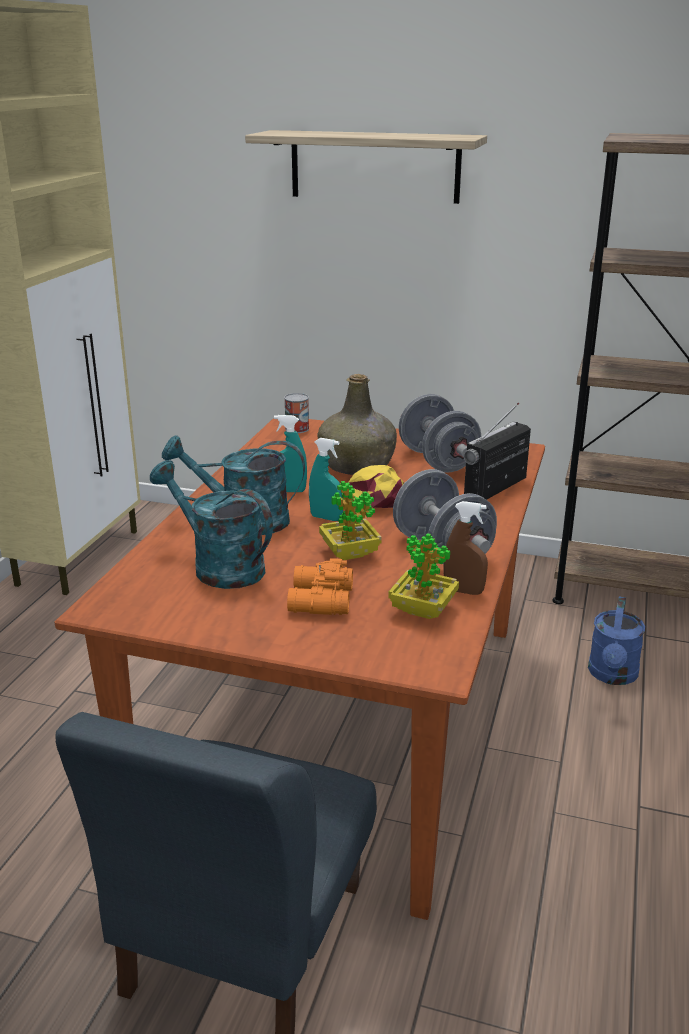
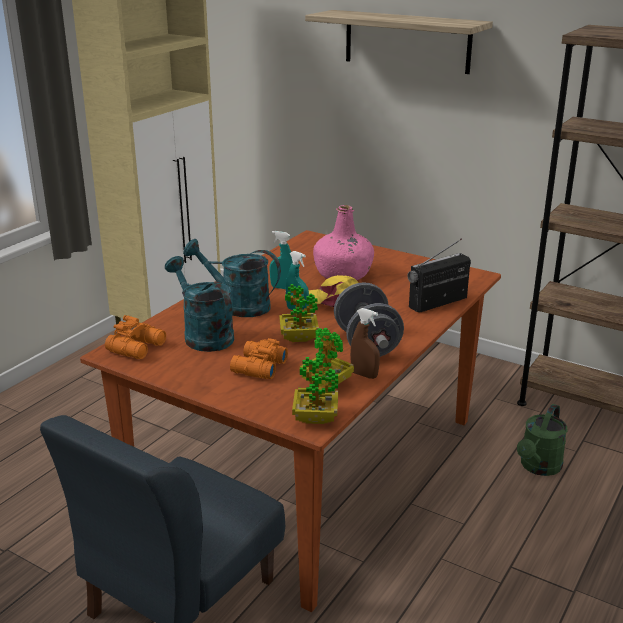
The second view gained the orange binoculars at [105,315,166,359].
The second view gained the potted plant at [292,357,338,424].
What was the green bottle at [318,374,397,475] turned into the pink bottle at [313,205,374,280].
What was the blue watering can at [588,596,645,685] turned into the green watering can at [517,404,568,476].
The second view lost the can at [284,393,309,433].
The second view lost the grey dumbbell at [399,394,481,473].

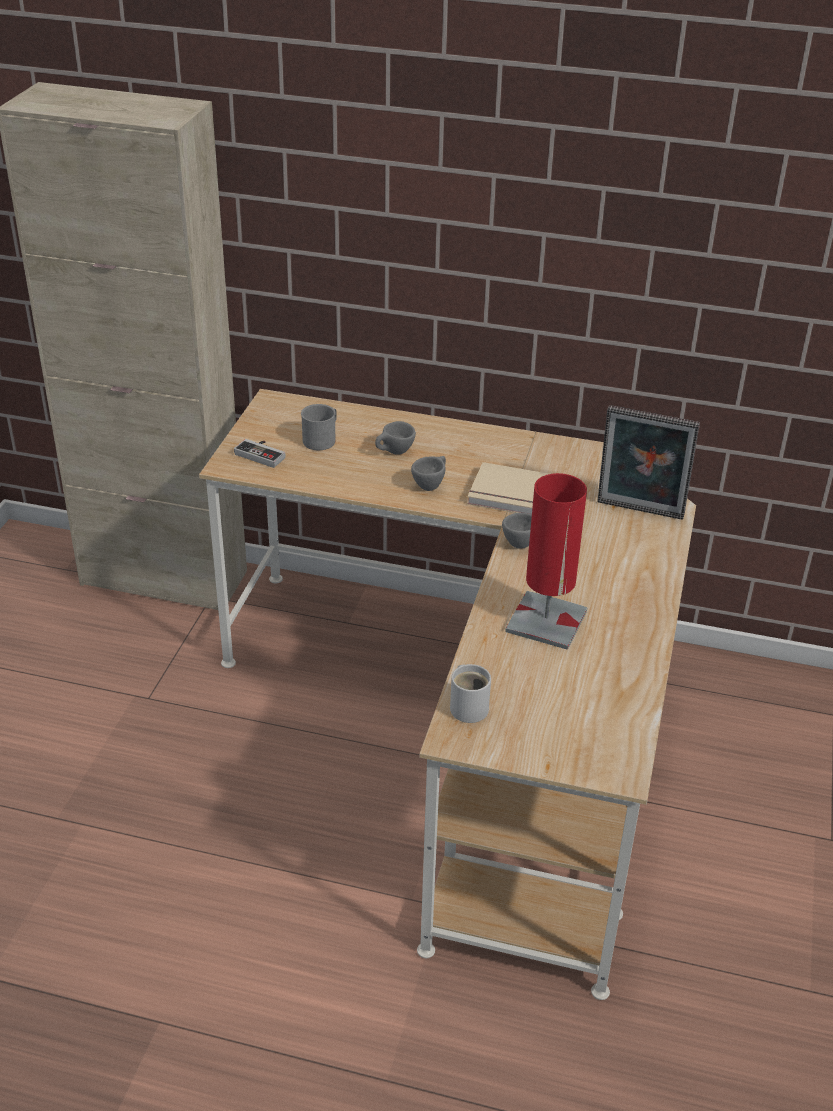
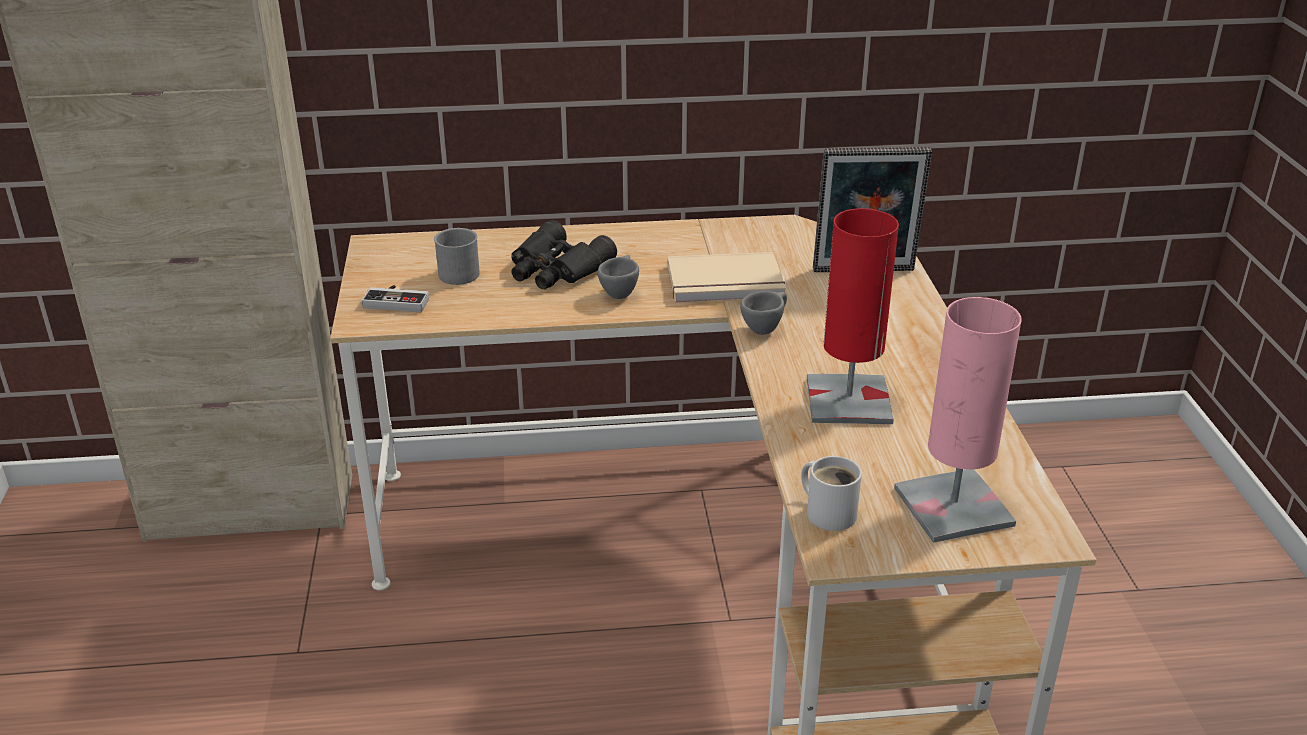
Where the grey cup stood at [375,421,416,455], the black binoculars came to stand at [511,220,617,289].
The second view gained the pink table lamp at [894,297,1022,543].

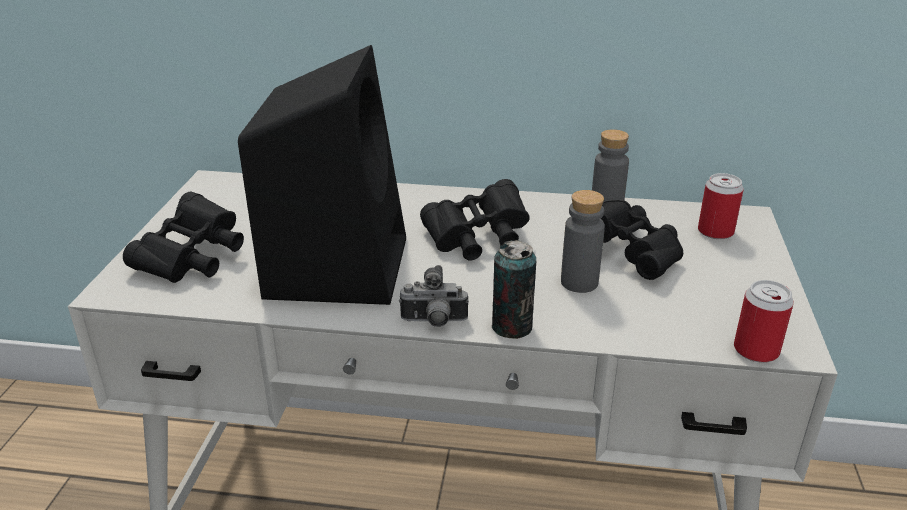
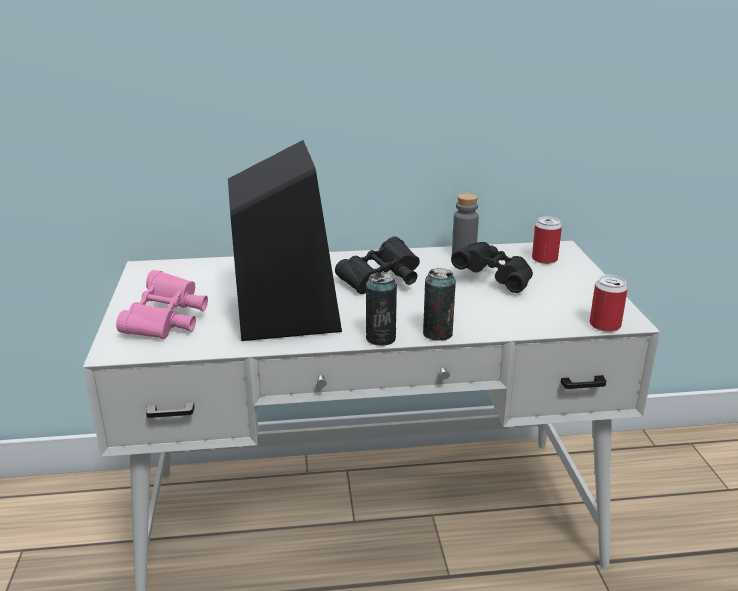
What was the black binoculars at [123,192,244,283] turned into the pink binoculars at [116,270,208,339].
Where the photo camera stood at [399,265,469,327], the can came to stand at [366,272,397,346].
The second view lost the grey bottle at [561,190,605,293].

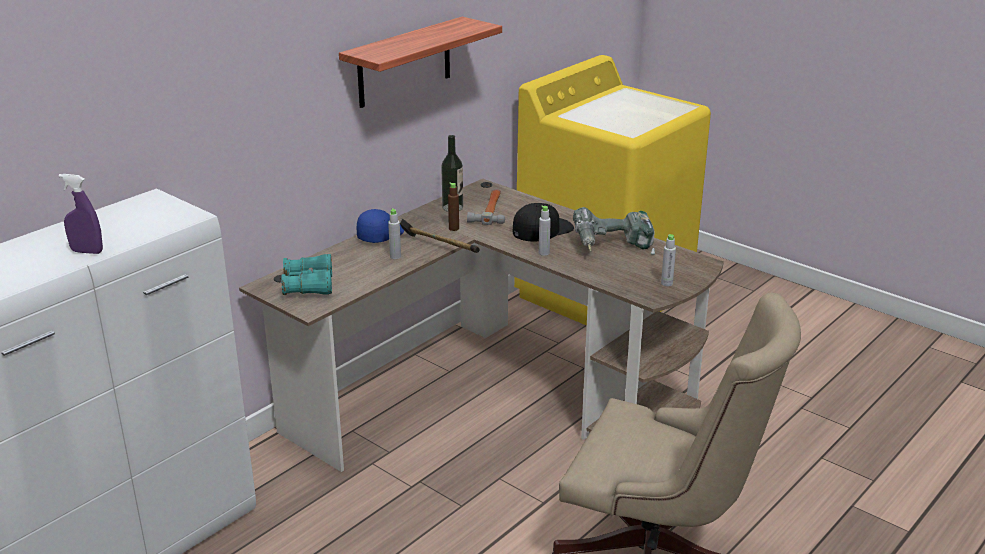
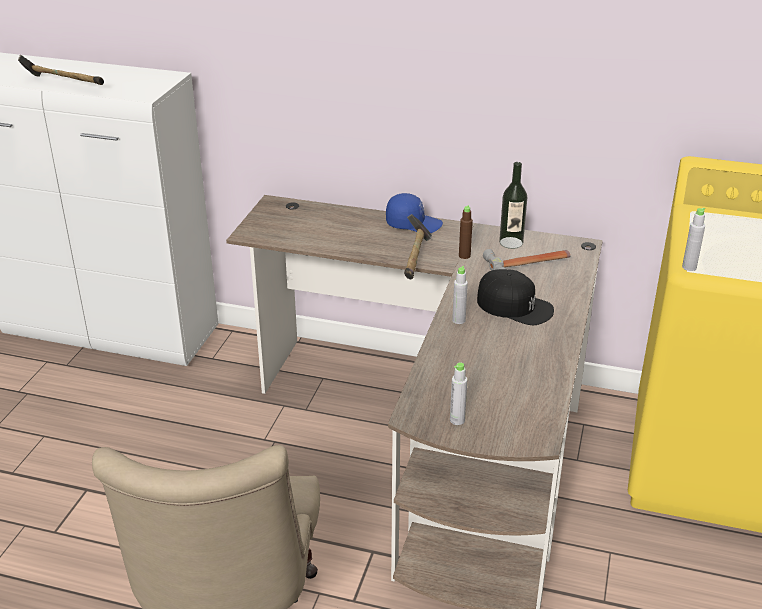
Where the purple spray bottle stood at [59,174,103,254], the hammer came to stand at [18,55,104,85].
The grey bottle ended up elsewhere, having gone from [388,208,401,259] to [682,208,705,271].
The second view lost the turquoise binoculars at [281,254,332,295].
The second view lost the shelf at [339,17,502,108].
The second view lost the power drill at [573,207,655,255].

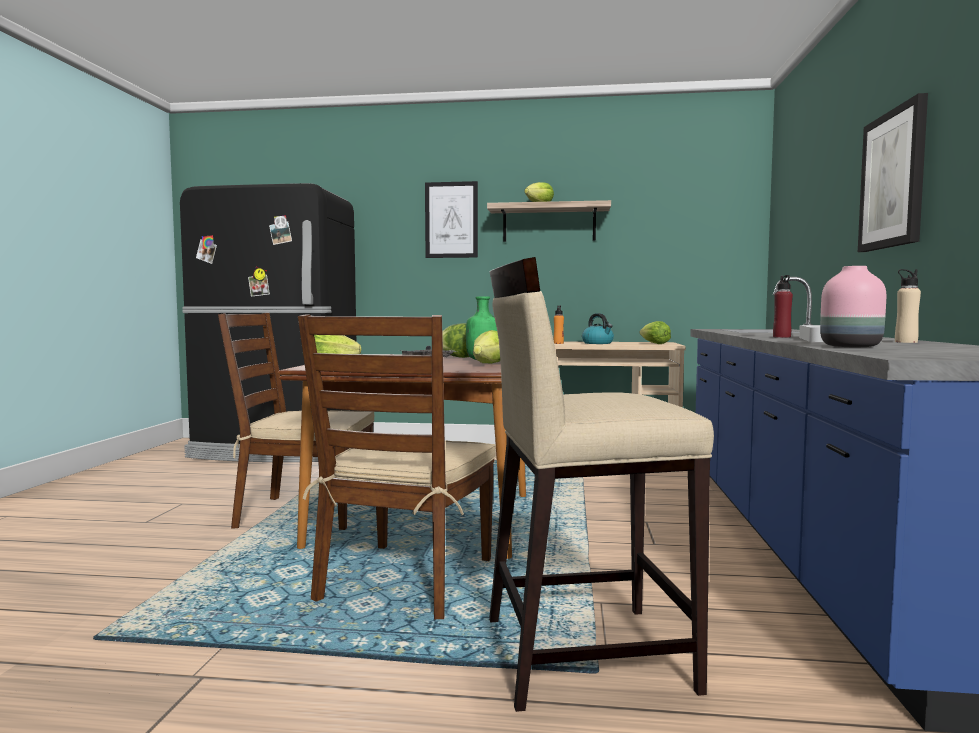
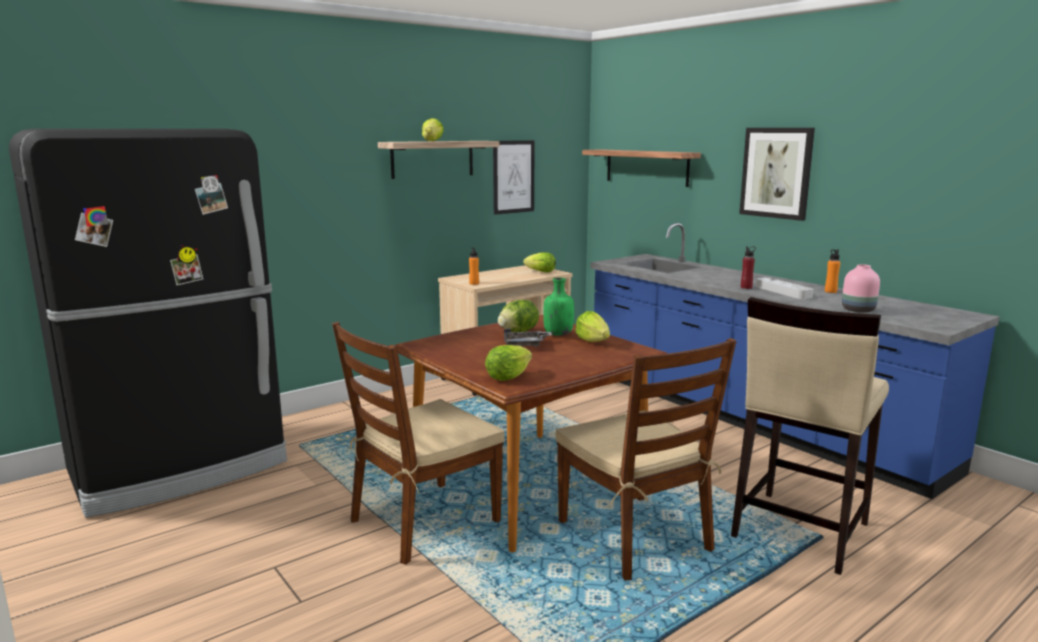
The picture ended up elsewhere, having gone from [425,181,478,258] to [493,140,535,215].
The second view gained the shelf at [582,149,701,187].
What was the beige bottle at [895,269,921,343] turned into the orange bottle at [825,249,840,293].
The second view lost the kettle at [582,313,614,344].

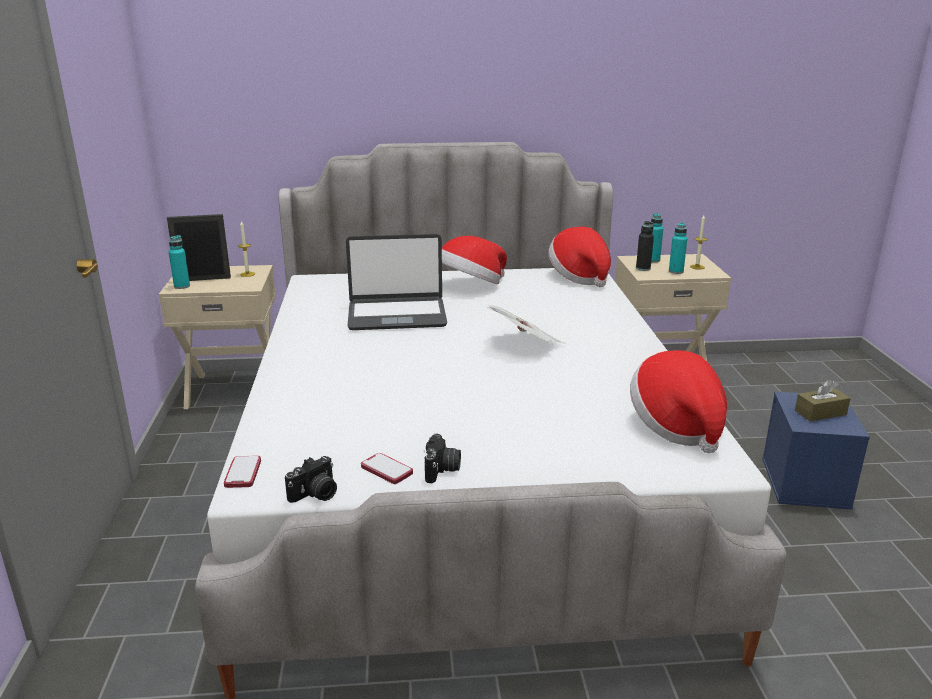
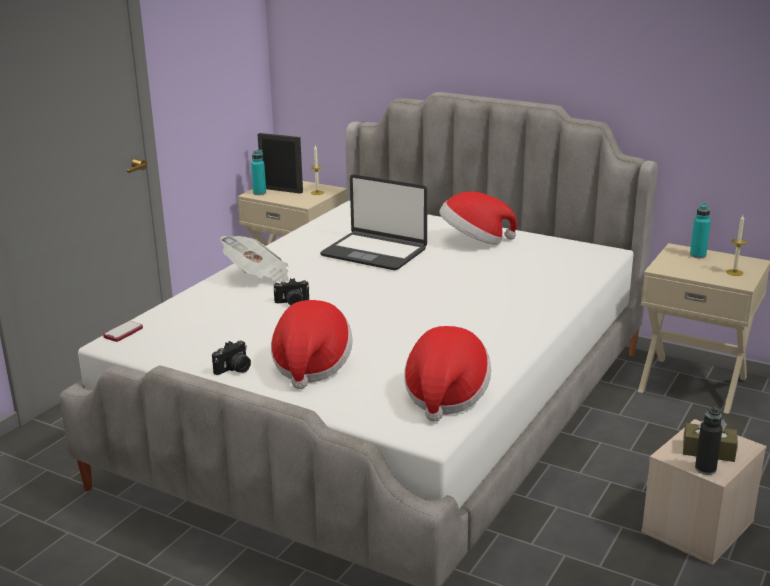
The newspaper ended up elsewhere, having gone from [486,306,567,344] to [220,236,289,283].
The hat ended up elsewhere, having gone from [548,227,611,287] to [271,300,353,389].
The photo camera ended up elsewhere, having gone from [285,456,337,503] to [274,278,309,306].
What was the blue storage box at [762,391,870,510] turned into the beige storage box at [641,419,766,565].
The black bottle ended up elsewhere, having gone from [636,221,654,271] to [695,407,722,475].
The second view lost the phone at [361,453,413,484].
The second view lost the turquoise bottle at [669,223,687,274].

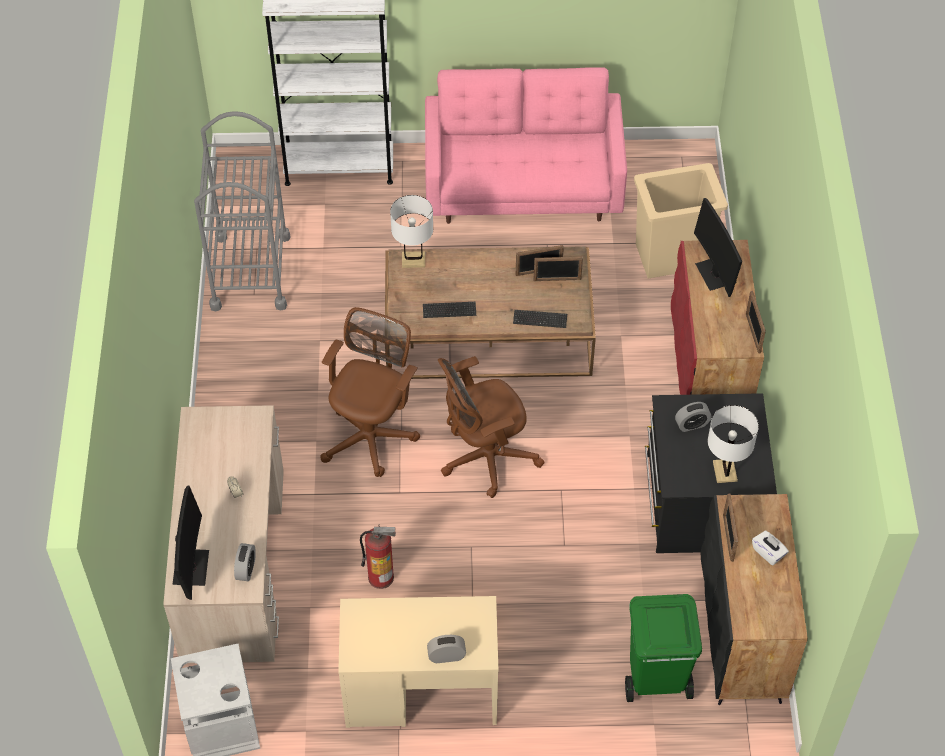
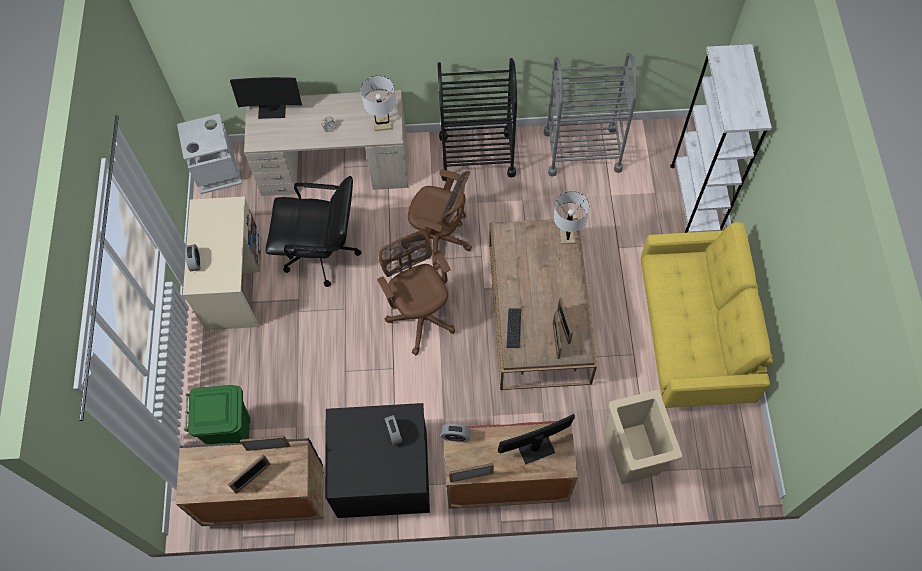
Where the white tissue box stood at [752,530,789,566], the picture frame came to stand at [228,454,270,493].
Where the fire extinguisher stood at [360,526,396,589], the black office chair came to stand at [266,176,362,287].
The white table lamp ended up elsewhere, having gone from [708,405,759,483] to [361,76,396,131].
The second view gained the black cart at [437,58,517,181].
The alarm clock ended up elsewhere, having gone from [234,543,256,581] to [441,424,471,442].
What was the pink sofa at [425,67,627,224] turned into the yellow sofa at [641,222,773,408].
The second view lost the keyboard at [423,302,476,318].

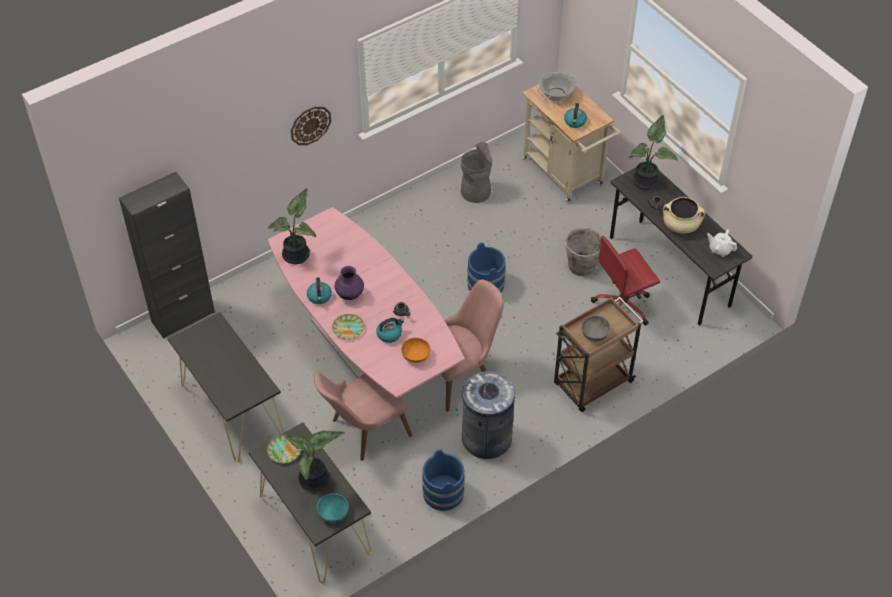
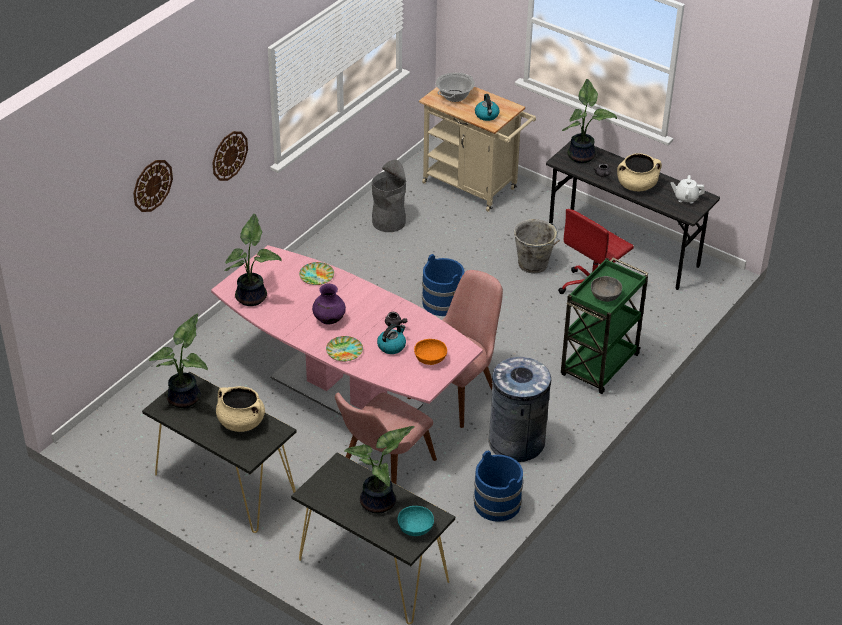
The second view gained the wall clock at [133,160,173,212].
The second view gained the potted plant at [149,313,208,408].
The second view gained the beige cooking pot at [216,386,265,432].
The plate ended up elsewhere, having gone from [267,434,301,463] to [299,262,334,285].
What was the brown cart at [554,296,644,412] turned into the green cart at [561,257,648,394].
The second view lost the black cabinet at [119,172,215,339].
The second view lost the kettle at [307,278,332,304].

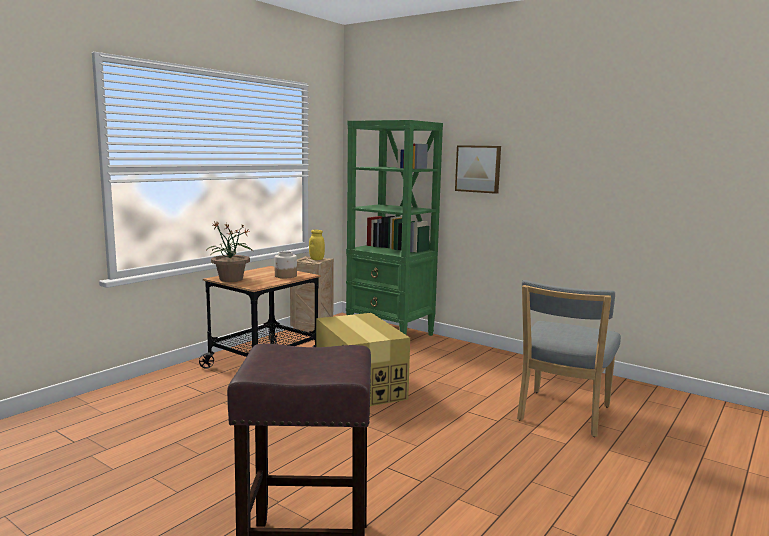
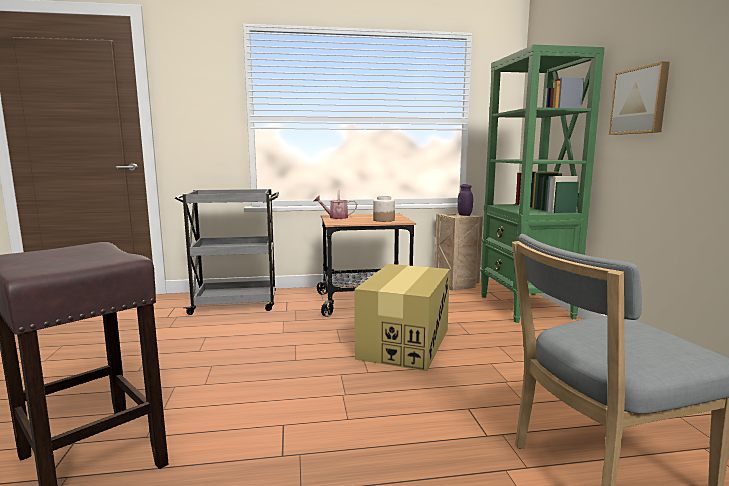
The second view gained the grey cart at [175,189,279,315].
Where the potted plant stood at [207,222,254,282], the watering can came to stand at [314,190,357,219].
What was the yellow jar at [309,230,325,260] turned into the purple jar at [457,184,473,216].

